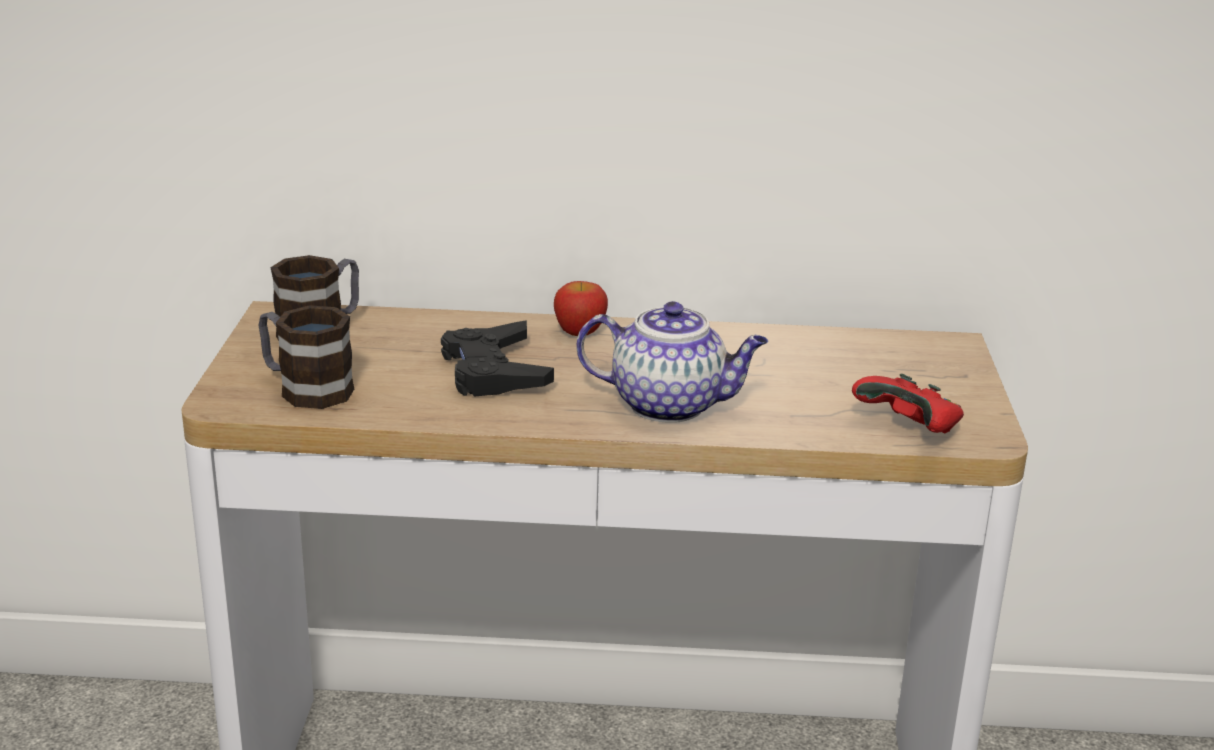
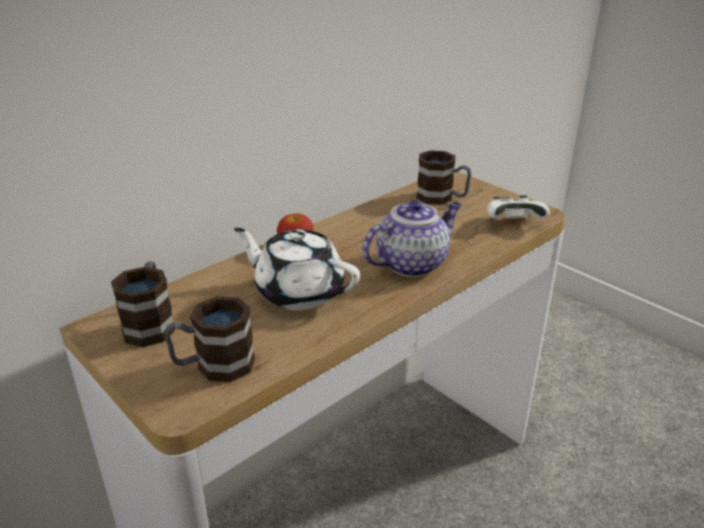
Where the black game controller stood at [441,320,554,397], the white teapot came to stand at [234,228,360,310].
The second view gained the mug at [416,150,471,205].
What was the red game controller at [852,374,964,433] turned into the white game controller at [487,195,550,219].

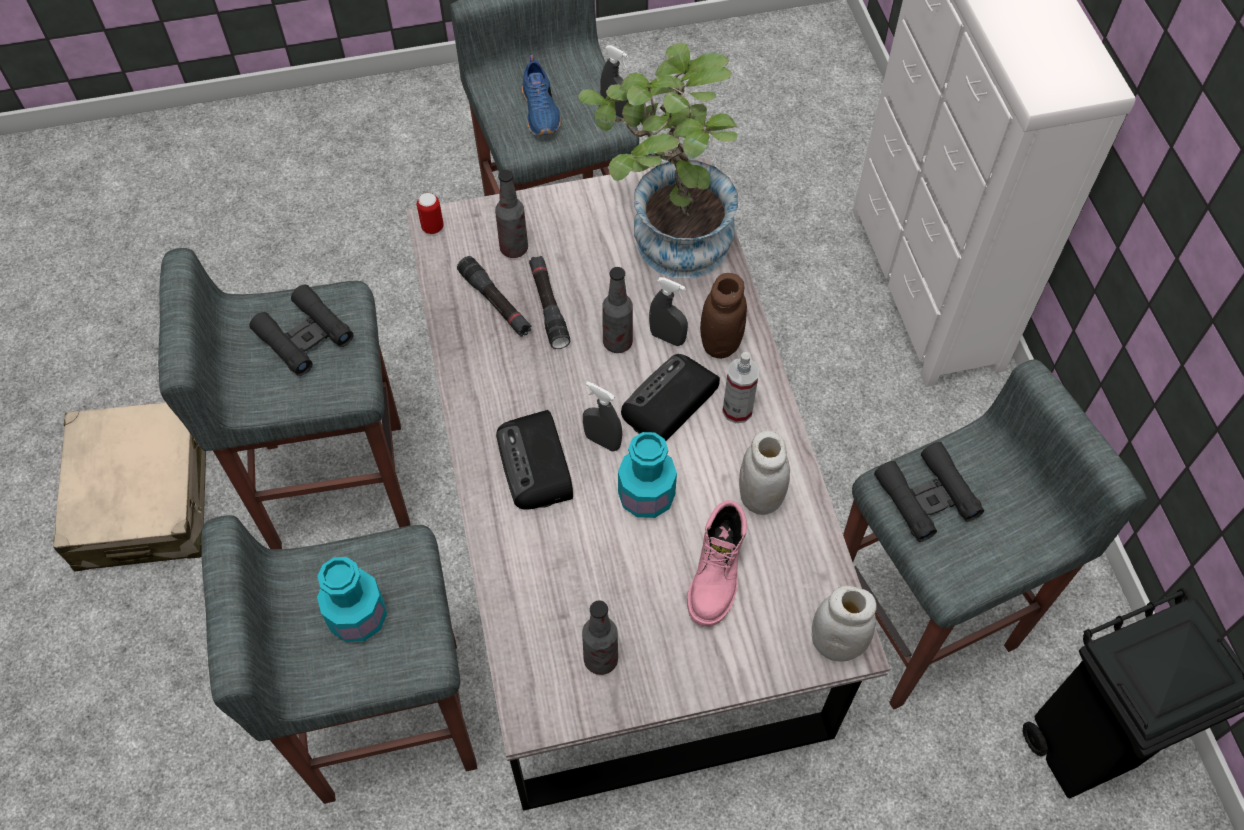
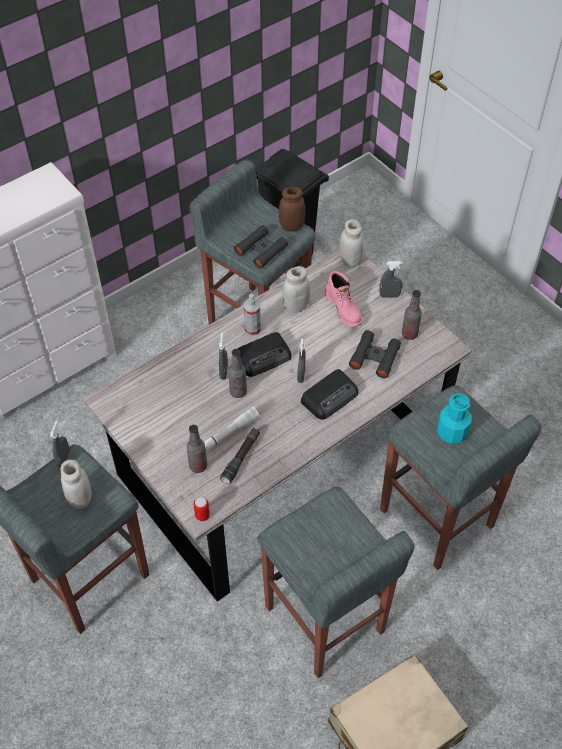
Where the blue shoe stood at [522,55,561,136], the white jar came to stand at [60,459,92,509].
What was the black flashlight at [529,256,570,349] turned into the white flashlight at [204,407,259,450].
The radio at [621,354,720,441] ended up facing another way, 45 degrees counterclockwise from before.
The brown jar ended up elsewhere, having gone from [700,273,747,359] to [279,187,305,232].
The pink boot at [687,500,747,627] ended up facing another way, 75 degrees clockwise from before.
The black binoculars ended up elsewhere, having gone from [249,285,354,376] to [349,330,401,378].
The second view gained the grey spray bottle at [379,261,403,298].
The second view lost the potted plant at [578,42,738,278].
The second view lost the turquoise bottle at [618,432,677,518].

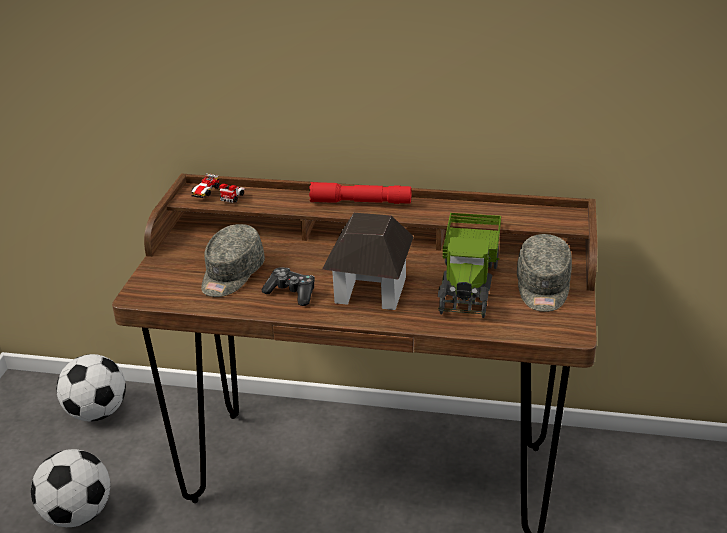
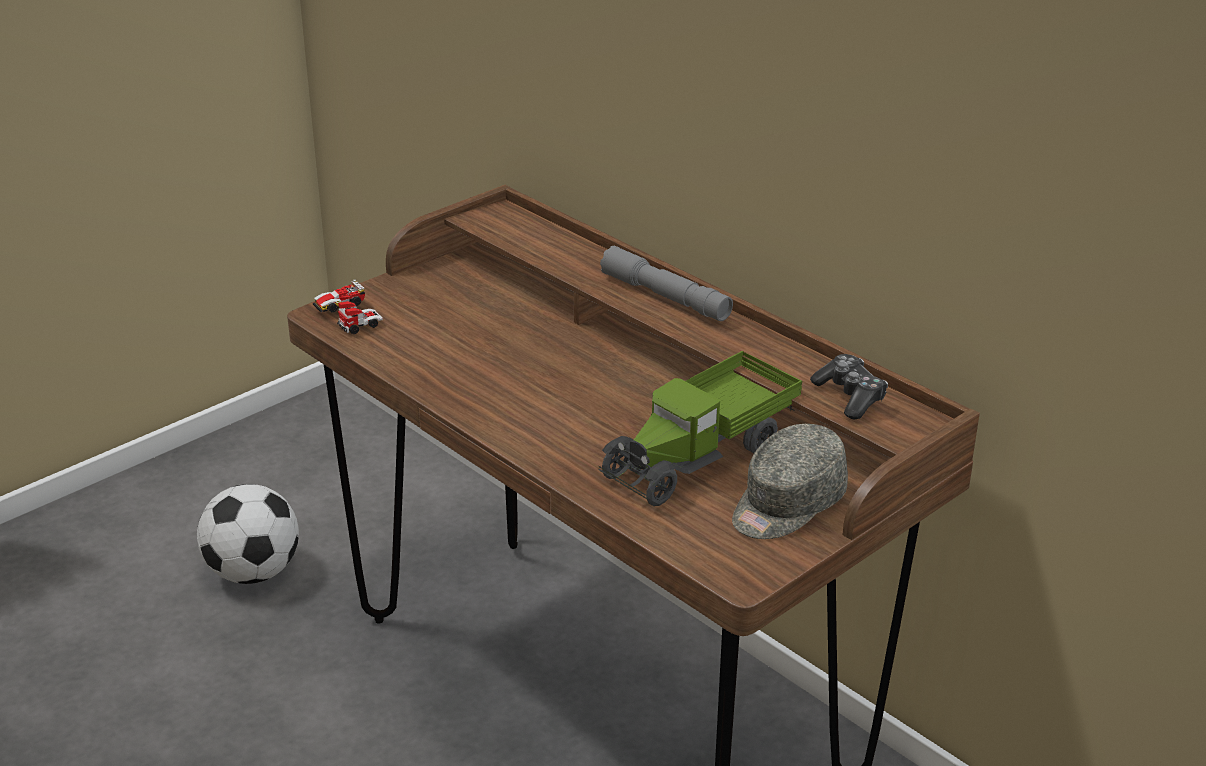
The toy car ended up elsewhere, having gone from [191,173,245,203] to [313,280,383,335].
What was the red flashlight at [309,182,411,204] turned into the grey flashlight at [600,246,733,321].
The game controller ended up elsewhere, having gone from [262,267,315,306] to [810,354,888,420].
The second view lost the football at [56,354,126,421].
The second view lost the grey cap at [201,224,265,297].
The second view lost the toy house at [322,213,414,310].

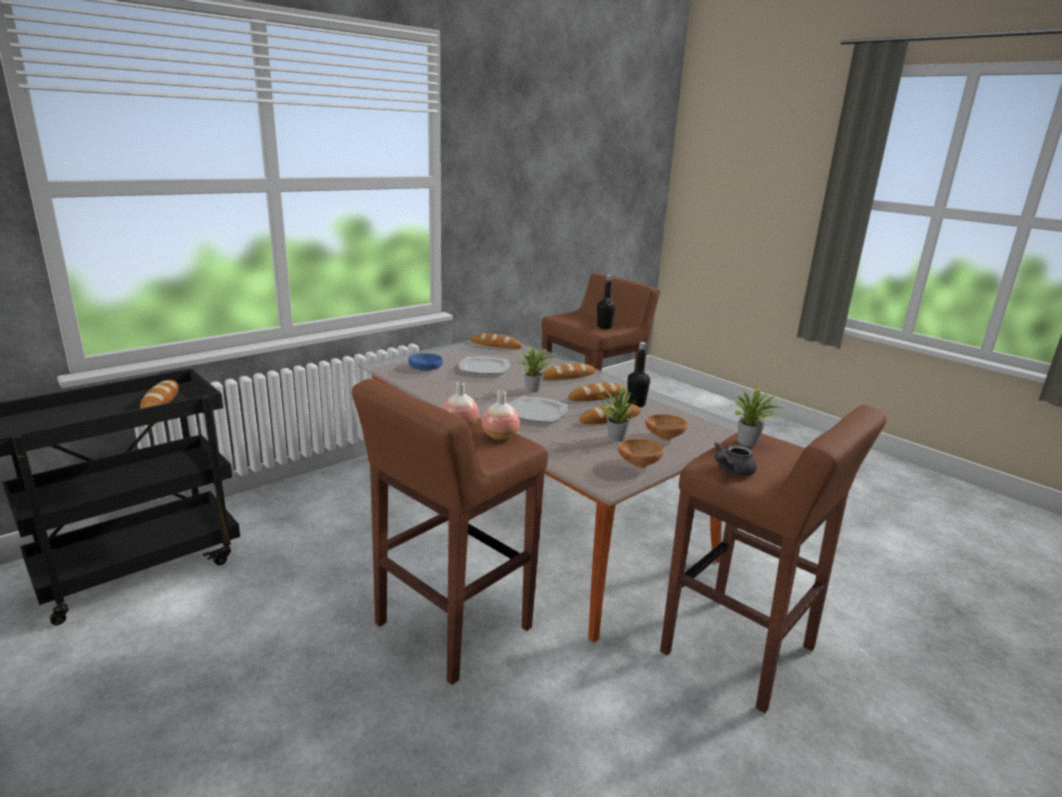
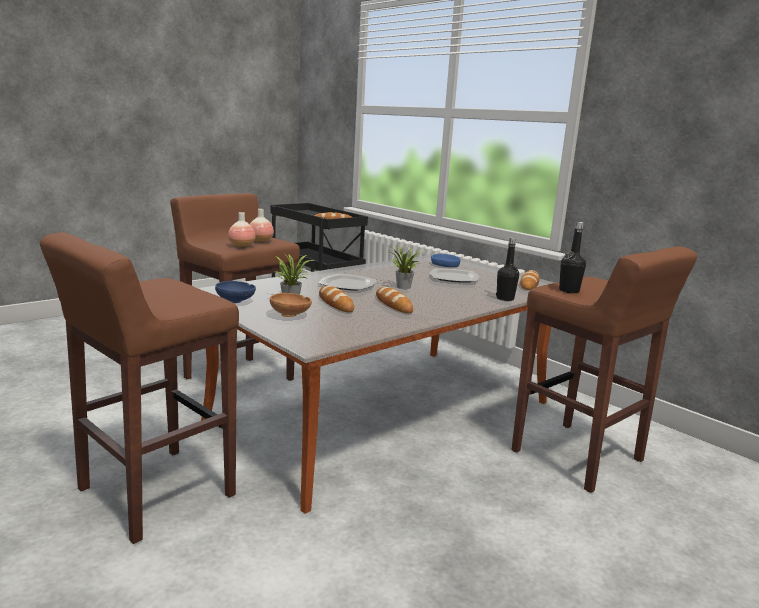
What was the brown bowl at [618,439,664,468] turned into the blue bowl at [215,281,256,303].
The black bottle ended up elsewhere, having gone from [627,342,650,407] to [496,237,519,301].
The second view lost the bread at [543,363,595,380].
The second view lost the grey teapot at [714,442,757,476].
The second view lost the potted plant at [734,386,782,447].

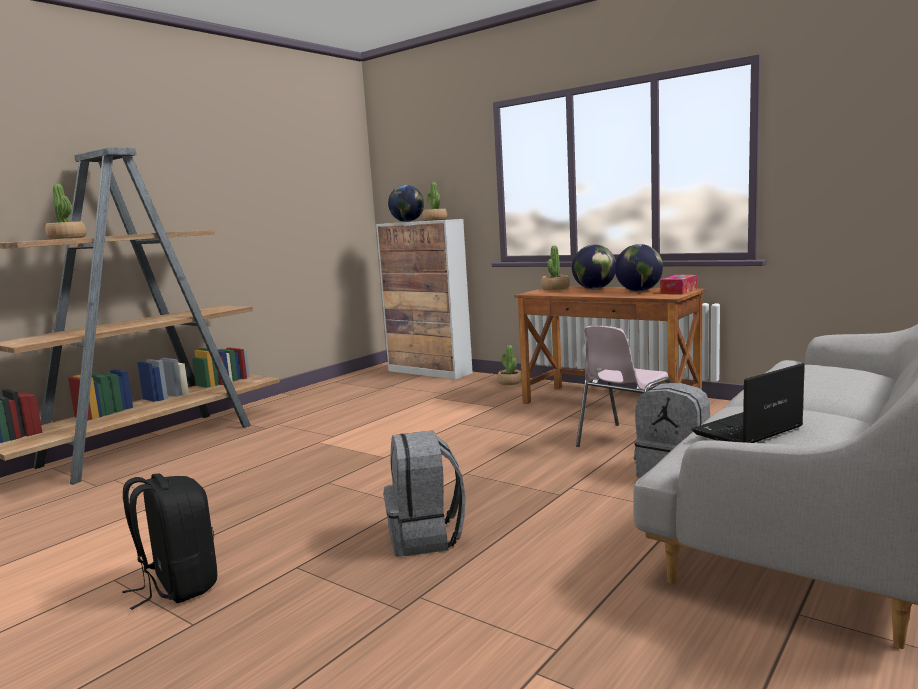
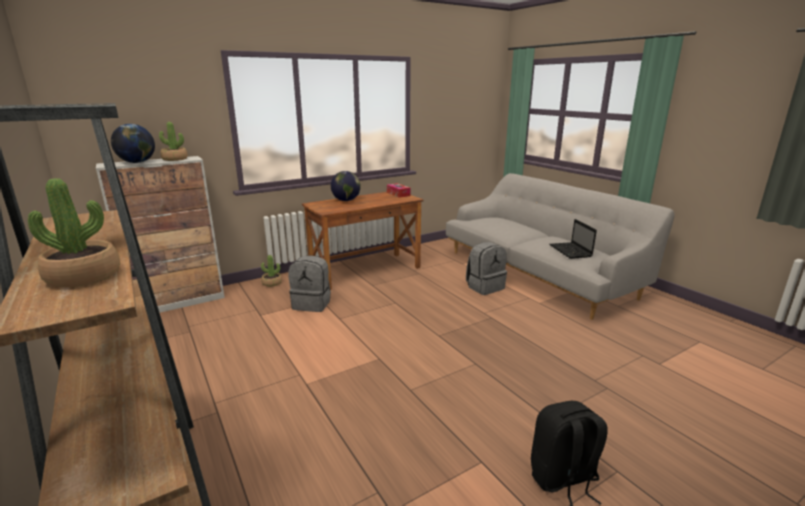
The grey backpack ended up elsewhere, having gone from [383,430,466,557] to [288,255,331,312].
The second view lost the potted plant at [541,246,570,290].
The second view lost the pink chair at [576,326,671,460].
The second view lost the globe at [615,244,663,292].

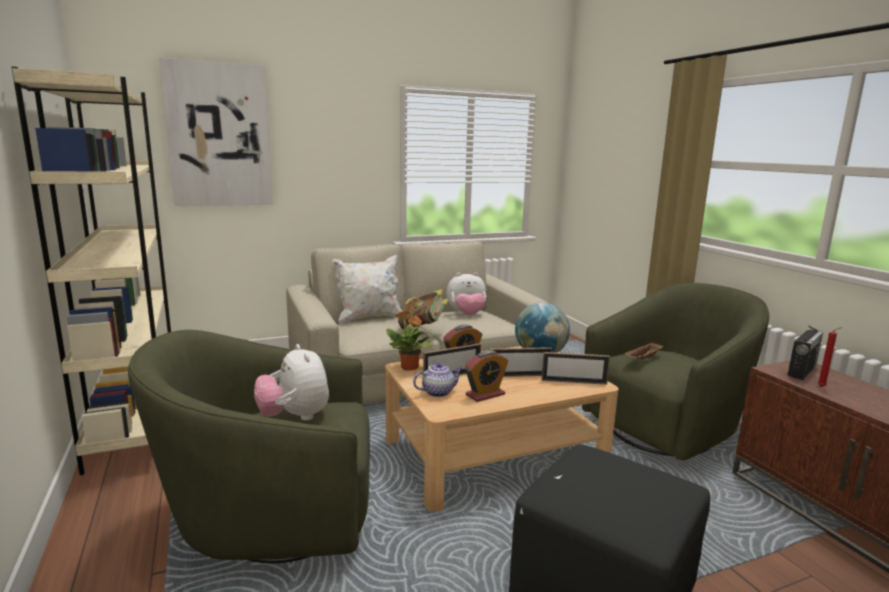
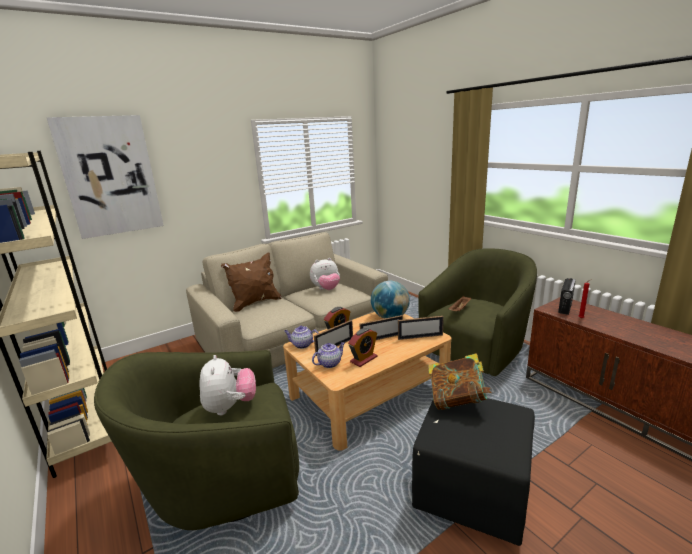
The plush toy at [254,344,329,420] ended up facing another way, 150 degrees counterclockwise from before.
What was the white pillow at [332,255,403,324] turned into the brown pillow at [221,253,282,312].
Where the potted plant stood at [386,311,436,371], the teapot came to stand at [284,326,318,349].
The book ended up elsewhere, having gone from [398,289,449,330] to [428,353,492,410].

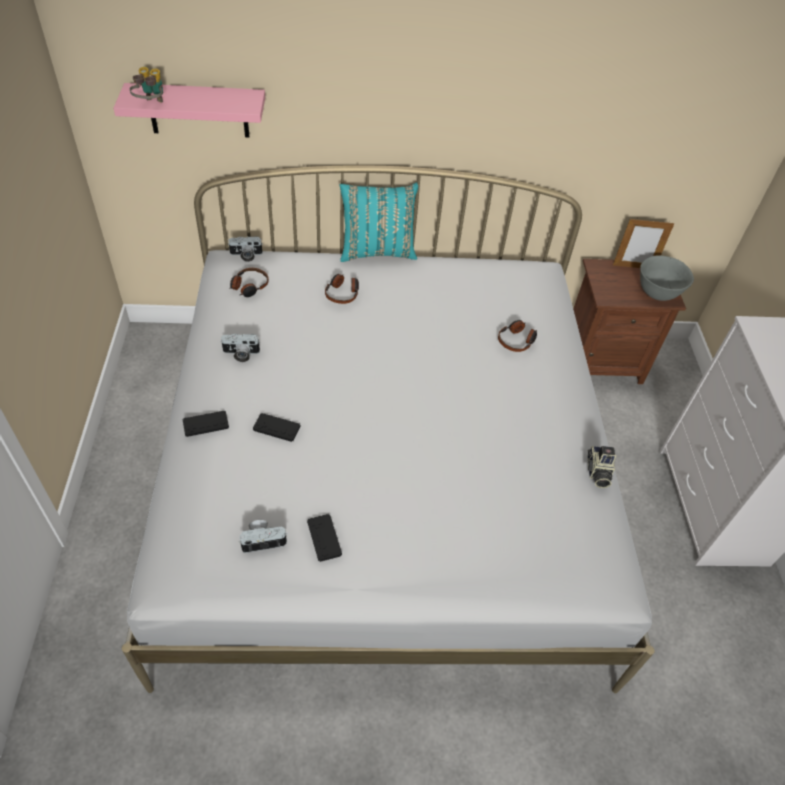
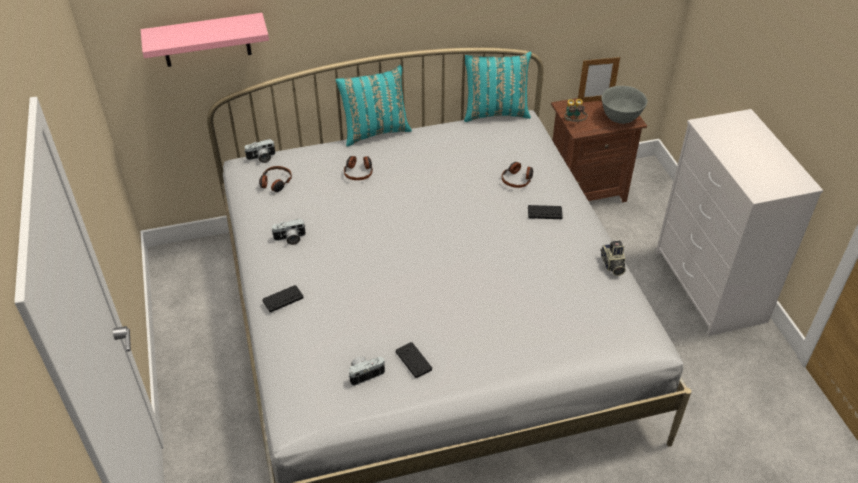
The second view gained the turquoise pillow at [464,51,532,122].
The black game controller ended up elsewhere, having gone from [253,413,300,442] to [528,205,563,219].
The binoculars ended up elsewhere, having gone from [130,67,163,103] to [564,99,588,122].

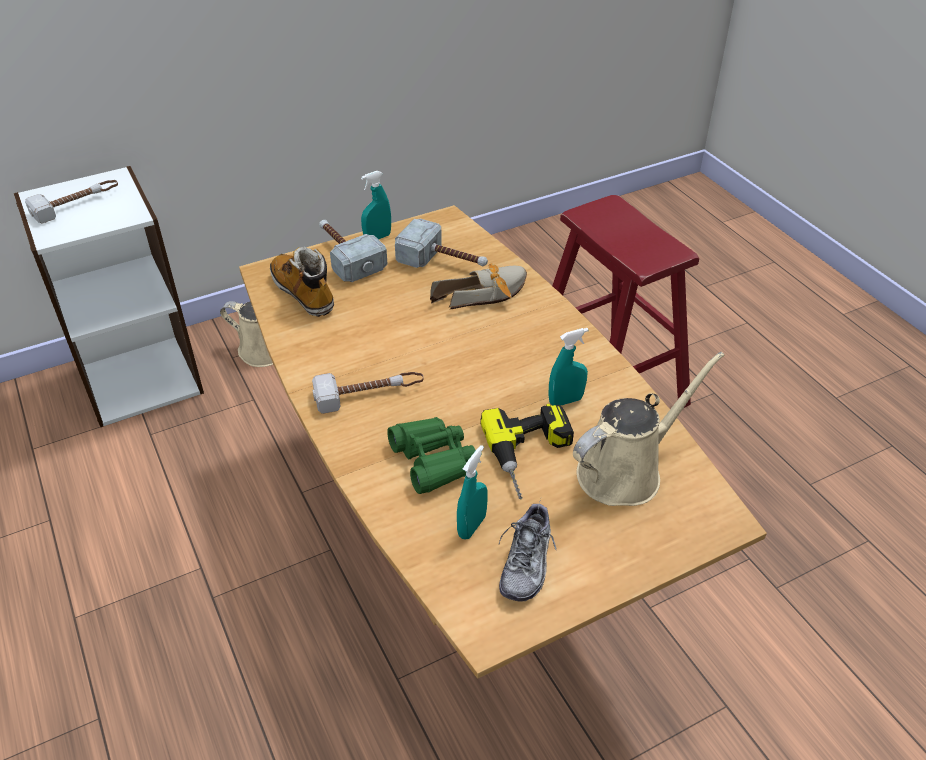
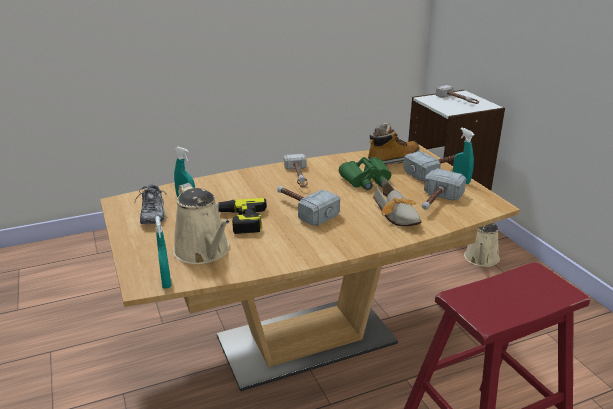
The shoe at [499,499,556,601] ended up facing another way, 120 degrees counterclockwise from before.
The turquoise spray bottle ended up elsewhere, having gone from [548,328,588,406] to [155,216,171,289].
The second view gained the hammer at [277,185,340,226].
The green binoculars ended up elsewhere, having gone from [387,417,476,494] to [339,157,391,190].

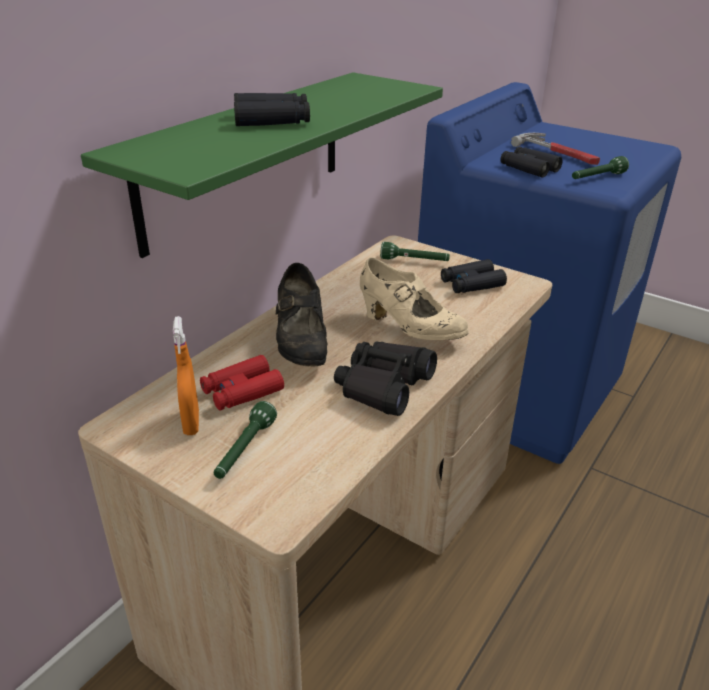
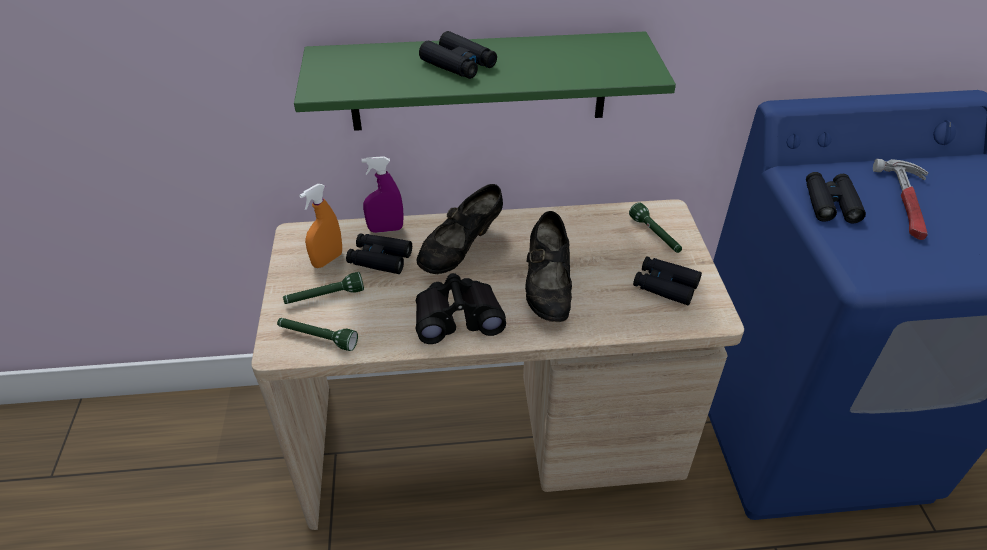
The green flashlight ended up elsewhere, having gone from [572,156,629,179] to [277,318,358,351].
What was the red binoculars at [200,355,284,411] turned into the black binoculars at [346,233,412,274].
The second view gained the purple spray bottle at [361,156,404,233].
What was the beige shoe at [360,258,469,340] turned into the black shoe at [525,211,572,322].

